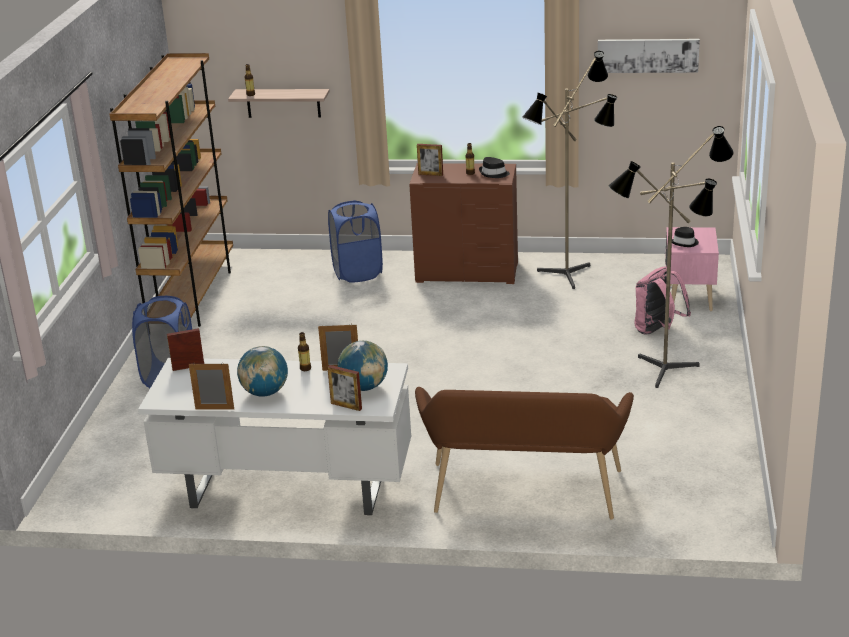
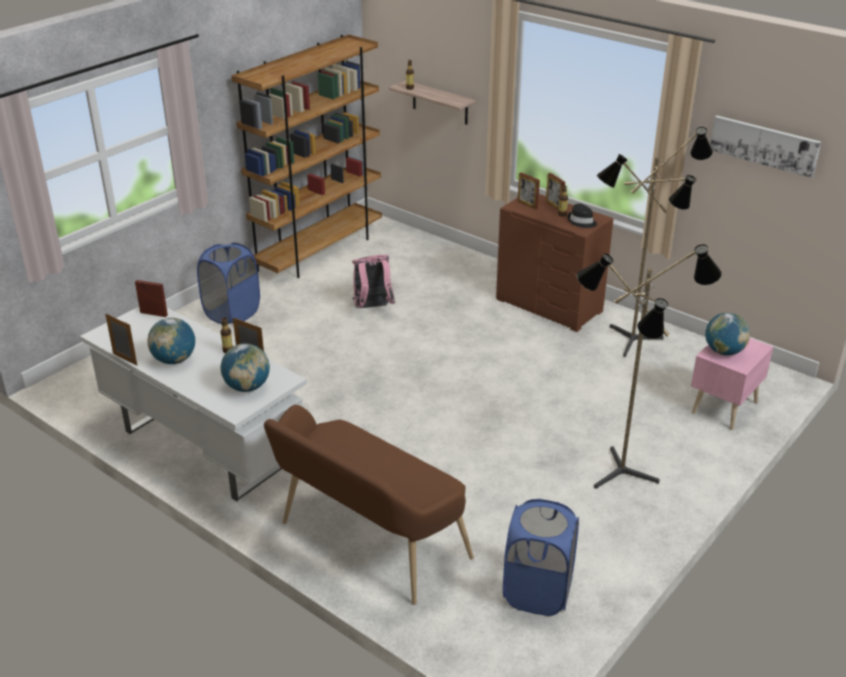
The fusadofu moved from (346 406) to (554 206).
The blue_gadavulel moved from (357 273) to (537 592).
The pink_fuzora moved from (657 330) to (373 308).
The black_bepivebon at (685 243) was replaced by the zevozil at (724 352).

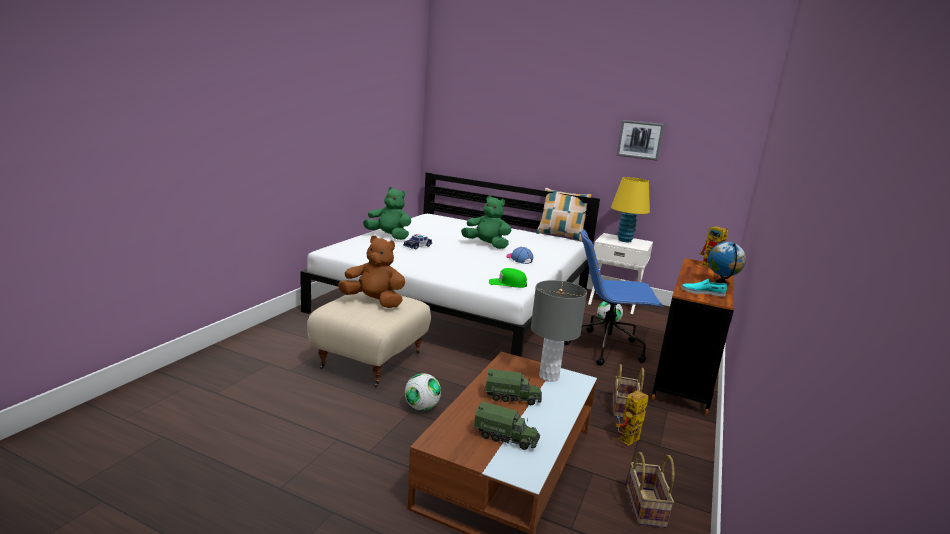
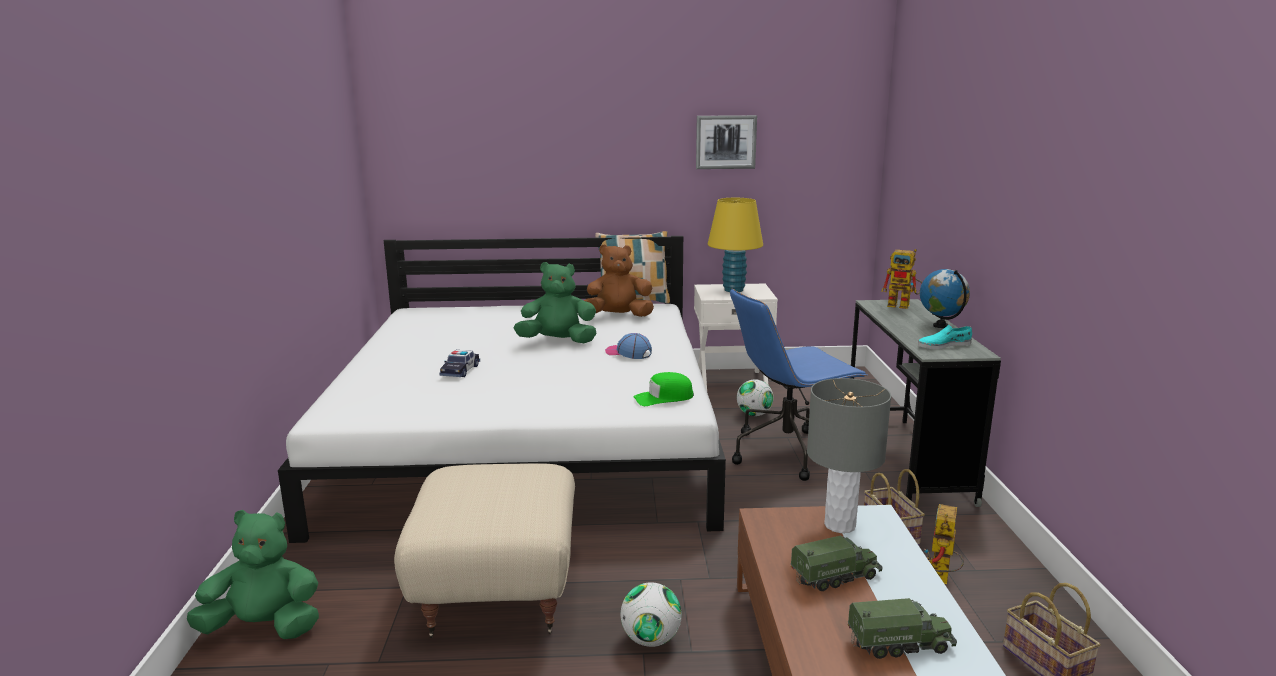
The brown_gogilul moved from (374 302) to (618 316).
The green_gogilul moved from (389 236) to (264 627).
The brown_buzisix at (684 376) became the grey_buzisix at (906 461).

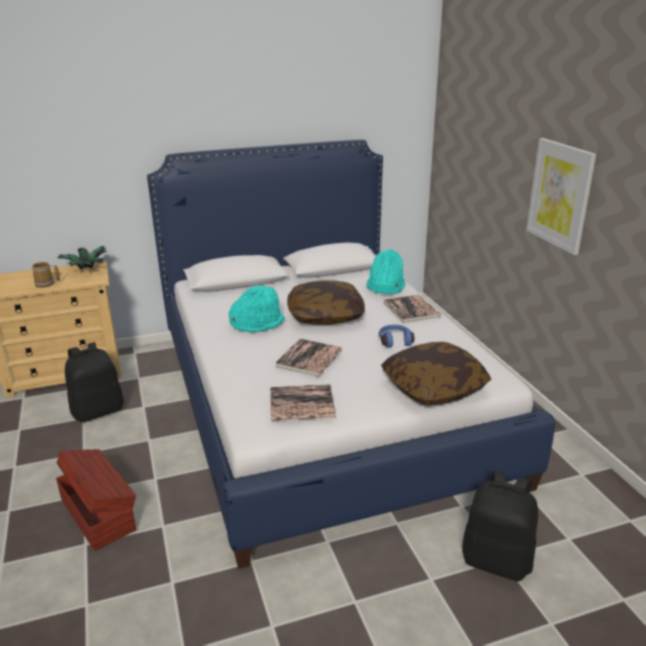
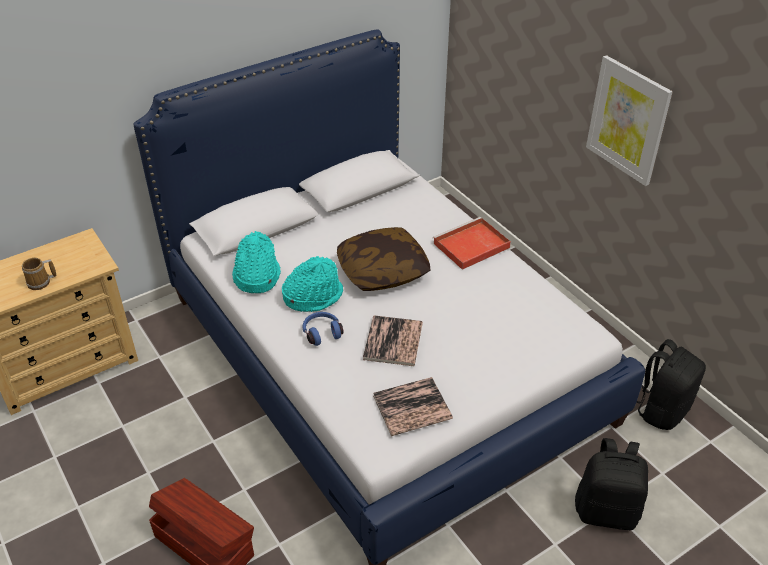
The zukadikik at (86 270) disappeared.
The black_fuzora moved from (98 411) to (661 409).
The turquoise_bepivebon moved from (385 286) to (256 276).
The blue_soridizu moved from (395 341) to (321 333).
The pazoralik at (434 387) disappeared.
The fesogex at (411 309) was replaced by the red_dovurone at (470 246).

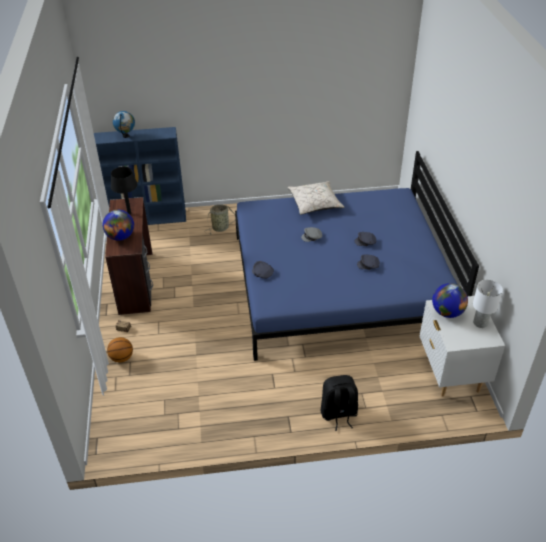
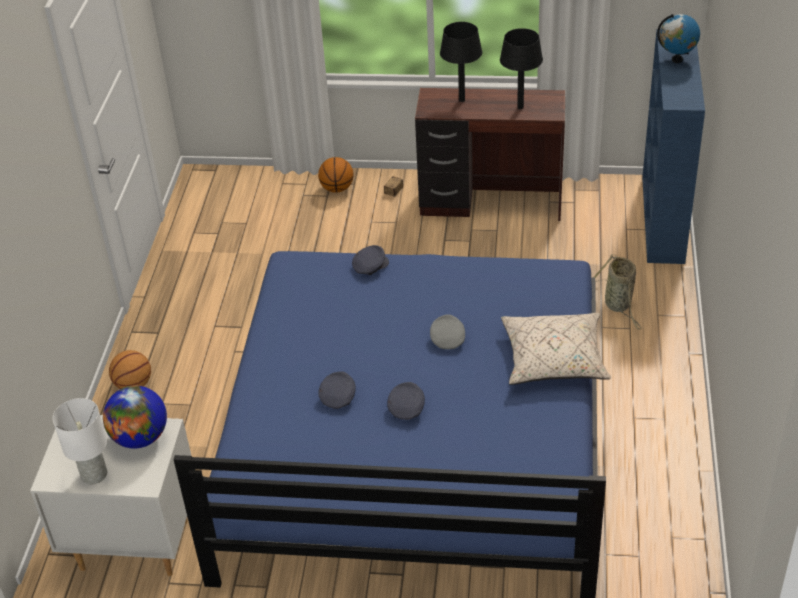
The zevozil at (120 237) was replaced by the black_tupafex at (461 100).
The black_fuzora at (338 414) was replaced by the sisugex at (133 385).

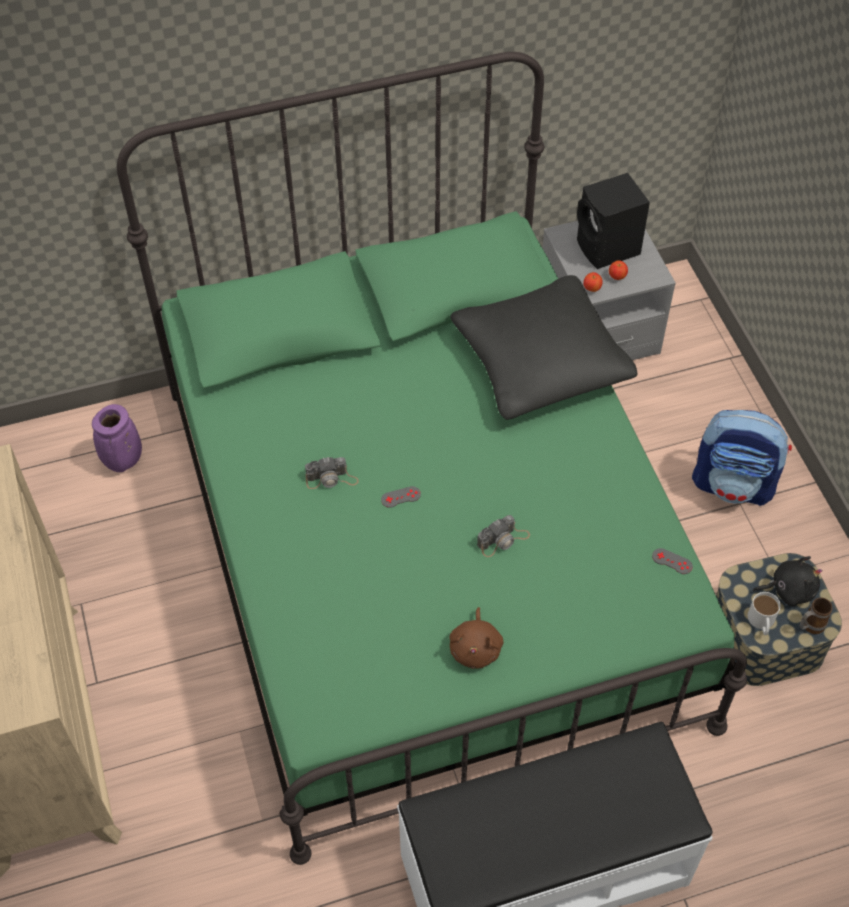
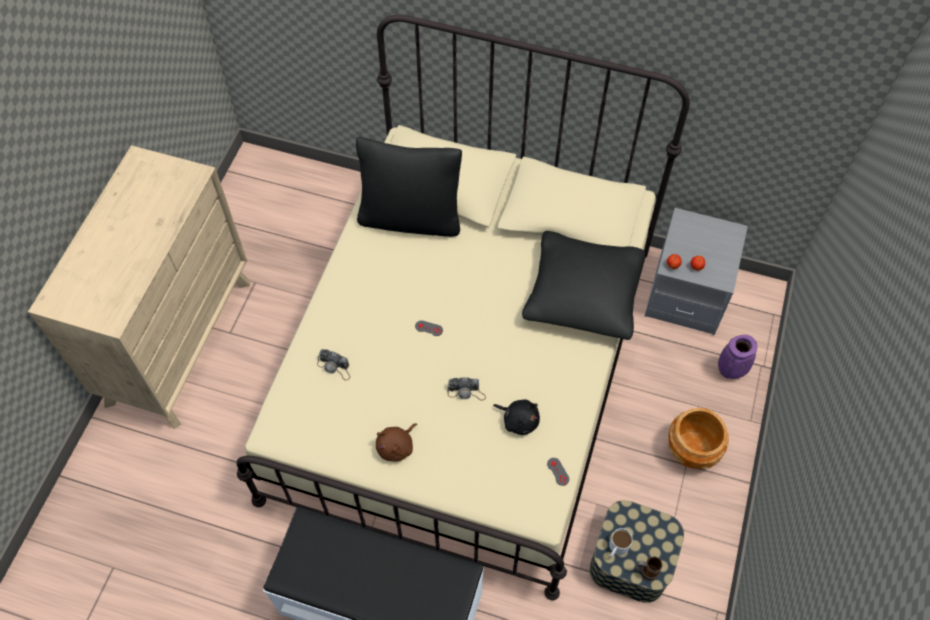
The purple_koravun moved from (123 462) to (730 371).
The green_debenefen at (425 549) became the beige_debenefen at (465 369).
The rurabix moved from (331 479) to (335 367).
The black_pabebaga at (608 249) disappeared.
The fuzora at (733 484) was replaced by the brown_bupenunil at (692 450).
The black_gogilul moved from (788 589) to (519 420).
The black_pazoralik at (411 218) appeared.

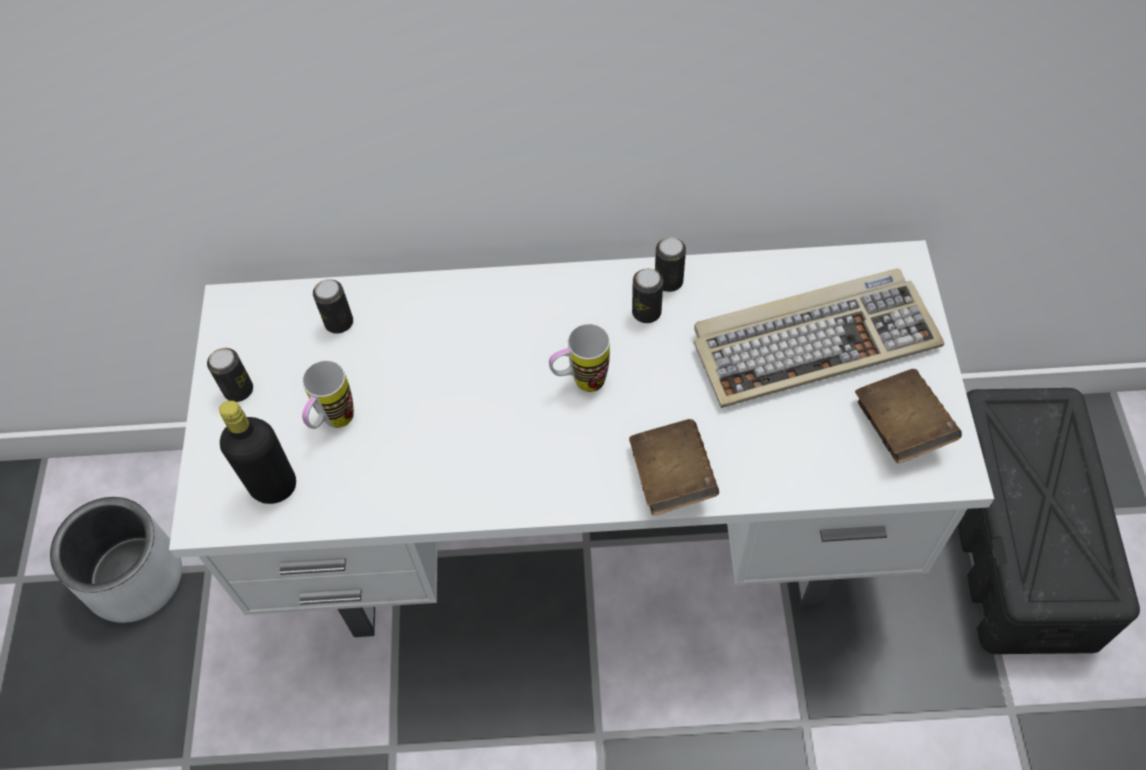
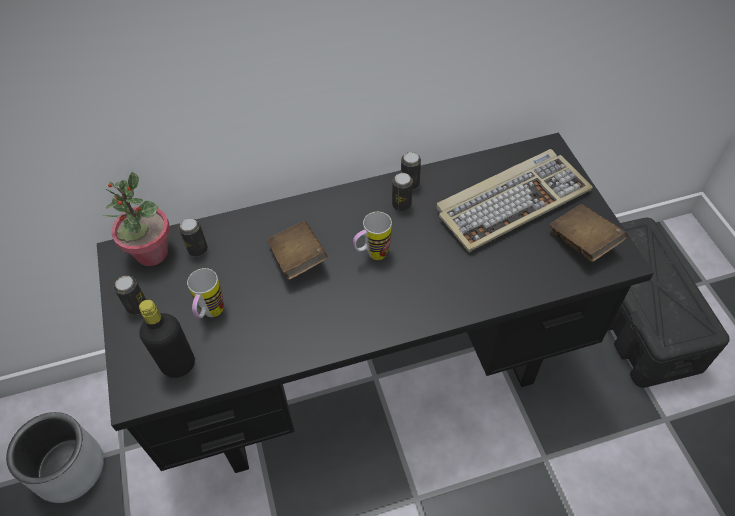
The white_buzisix at (584 537) became the black_buzisix at (372 373).
The brown_fesogex moved from (671 478) to (298 259).
The zukadikik at (151 253) appeared.

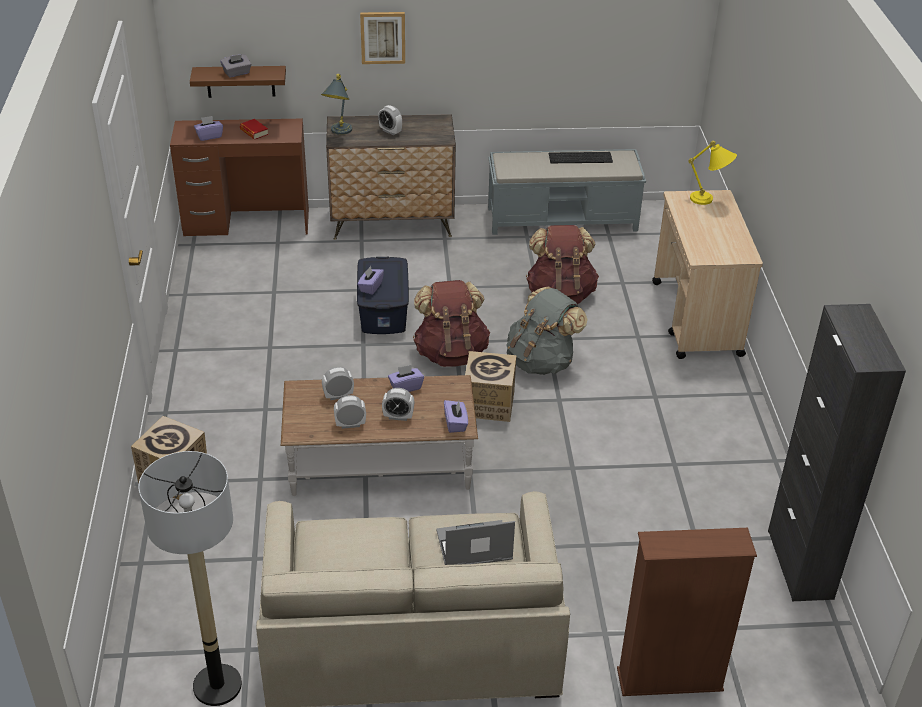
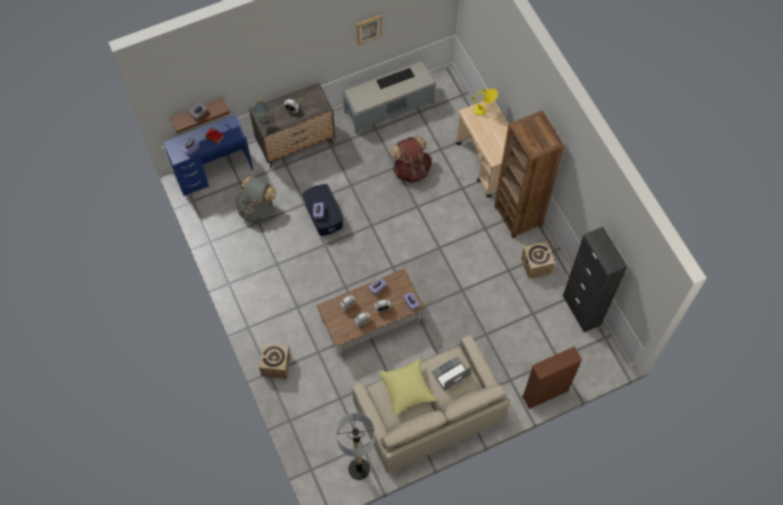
The brown_buzisix at (247 222) became the blue_buzisix at (214 172).
The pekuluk moved from (383 37) to (368 29).
The brown_fuzora at (451 353) disappeared.
The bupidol moved from (488 404) to (536 265).
The grey_fuzora moved from (541 361) to (257 209).
The yellow_pazoralik at (407 390) appeared.
The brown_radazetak at (518 215) appeared.

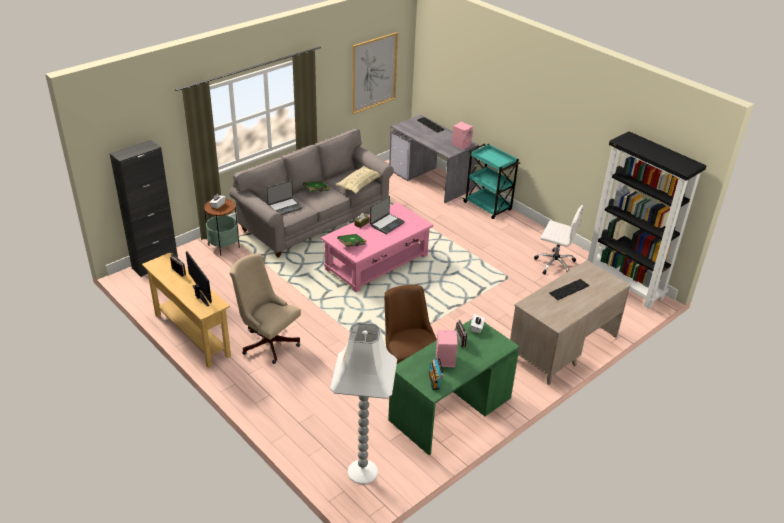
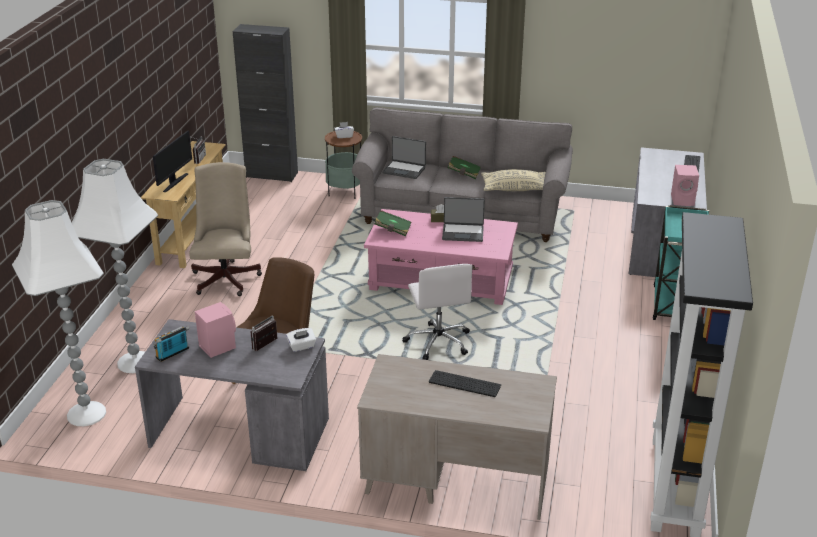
The pekuluk at (374 73) disappeared.
The green_buzisix at (450 410) became the grey_buzisix at (238 433).
The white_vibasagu moved from (554 263) to (438 342).
The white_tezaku at (135 362) appeared.

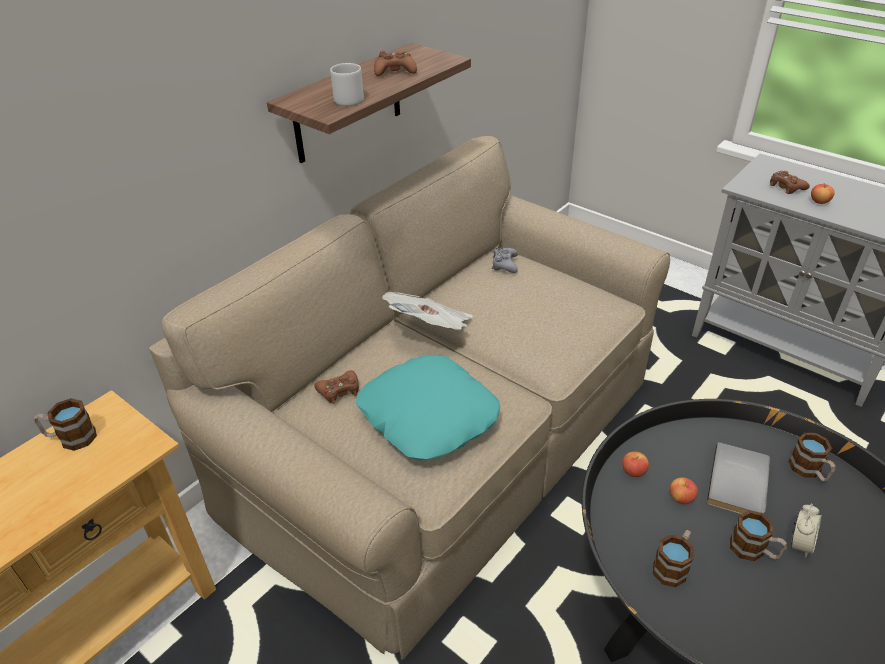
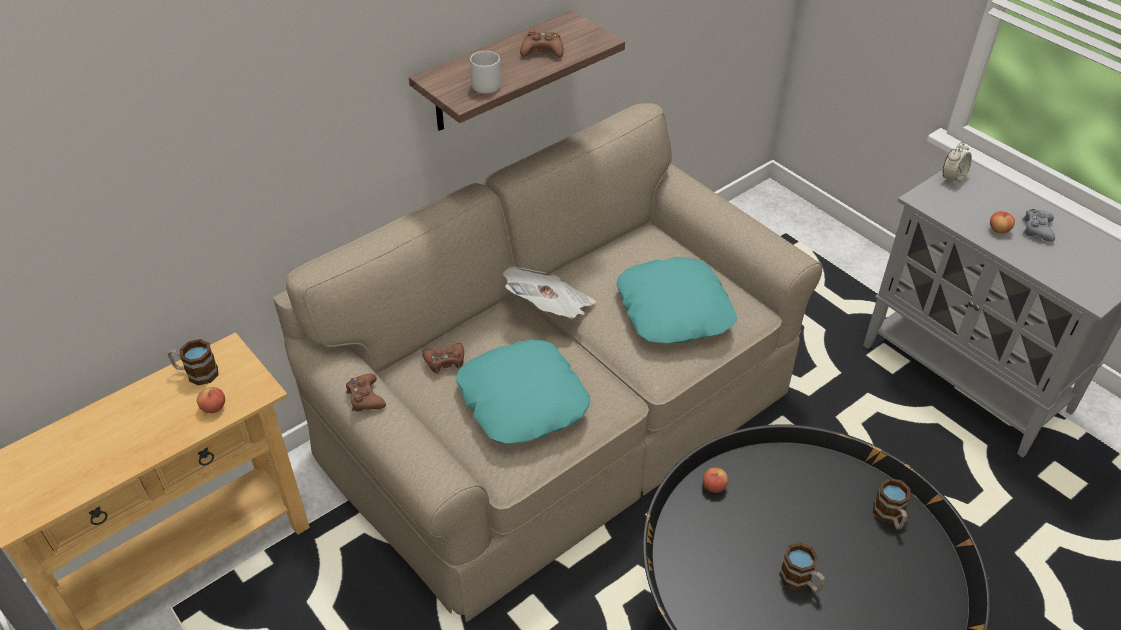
The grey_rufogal moved from (504 264) to (1037 229).
The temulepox at (672 566) disappeared.
The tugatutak moved from (681 498) to (214 407).
The grey_fesogex at (740 483) disappeared.
The brown_rufogal moved from (786 187) to (365 398).
The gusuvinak moved from (800 544) to (952 178).
The turquoise_pazoralik at (675 310) appeared.

